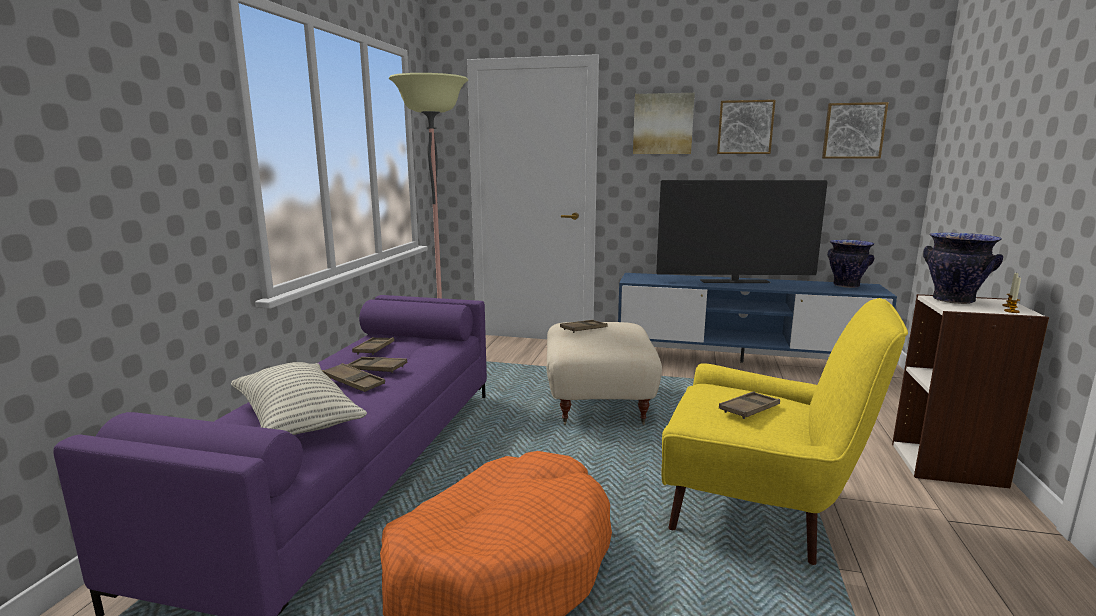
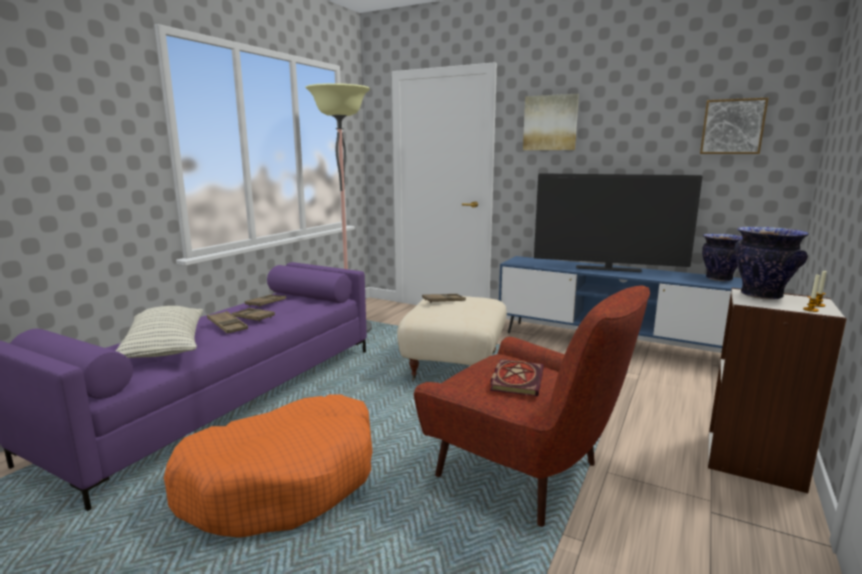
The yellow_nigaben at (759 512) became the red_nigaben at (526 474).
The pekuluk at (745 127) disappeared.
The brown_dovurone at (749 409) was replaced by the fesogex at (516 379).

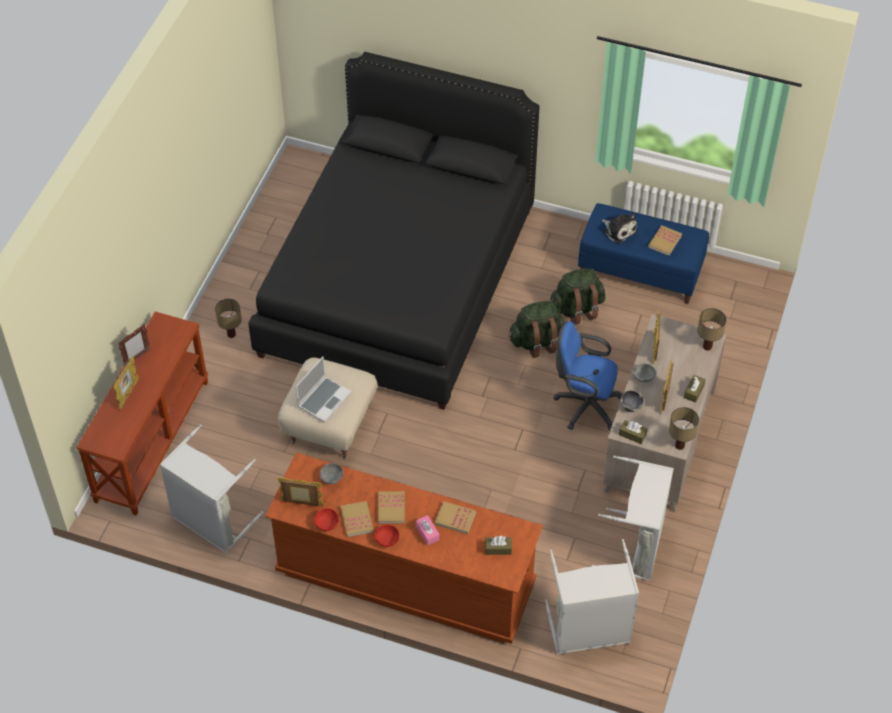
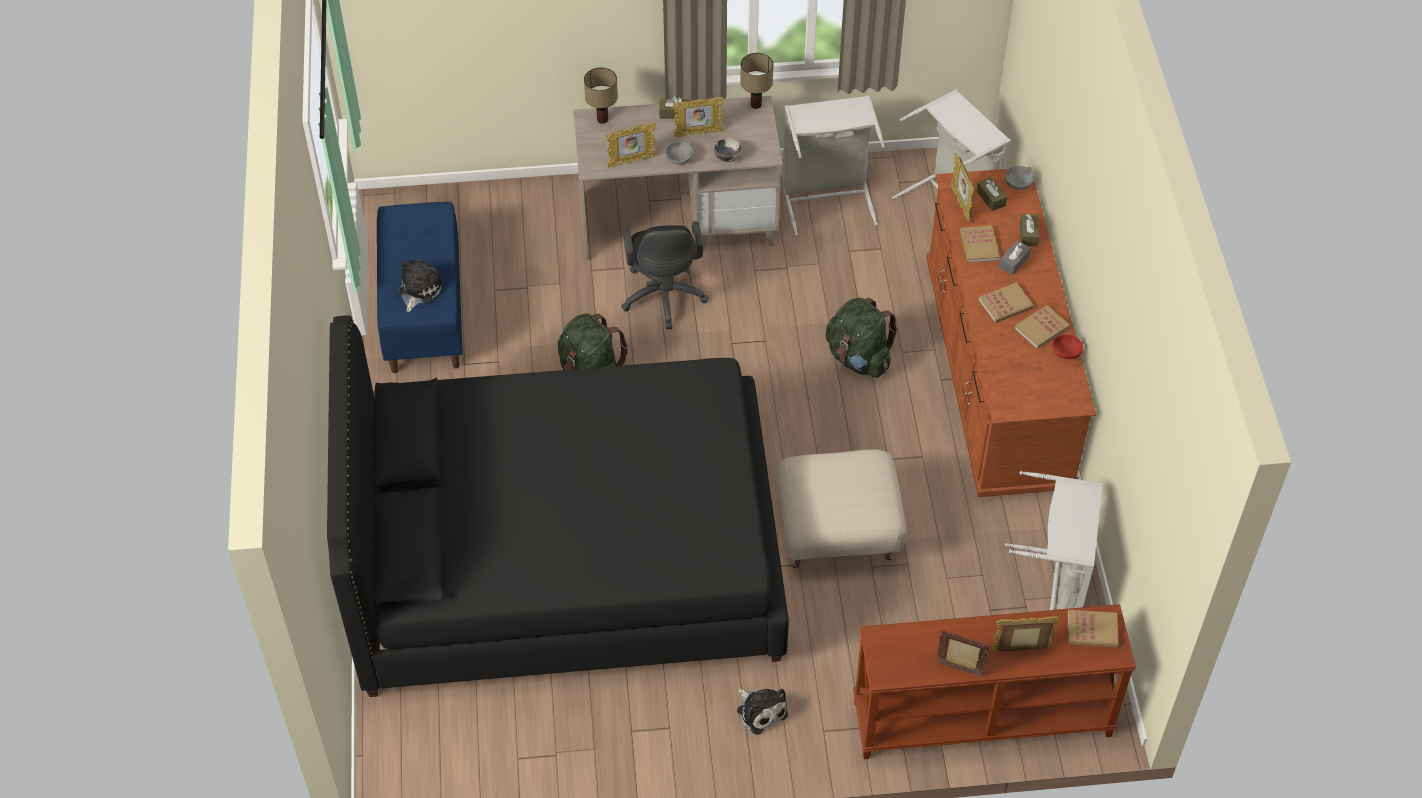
The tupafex at (232 334) was replaced by the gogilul at (760 710).
The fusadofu moved from (301 503) to (960 204).
The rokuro at (324 399) disappeared.
The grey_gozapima moved from (331 478) to (1018 184).
The red_gozapima at (387 540) disappeared.
The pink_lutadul at (427 533) became the grey_lutadul at (1014 262).
The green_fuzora moved from (577 309) to (858 358).
The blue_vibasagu at (584 405) became the black_vibasagu at (664 299).
The brown_lutadul moved from (632 435) to (1028 234).
The fesogex moved from (664 241) to (1092 630).

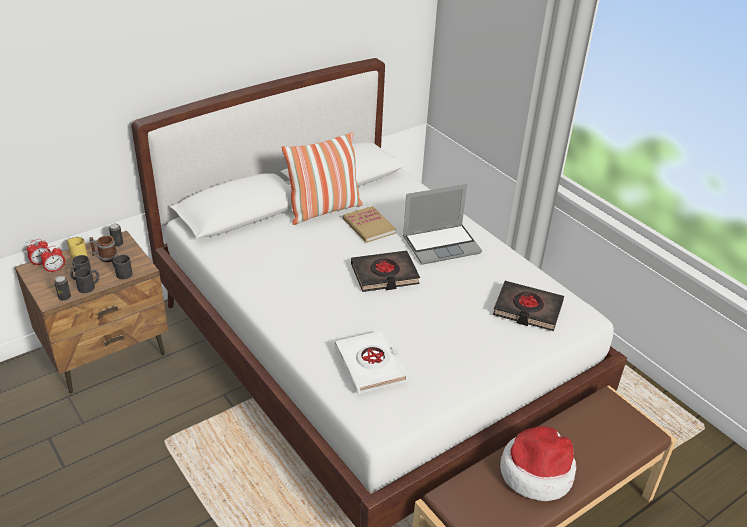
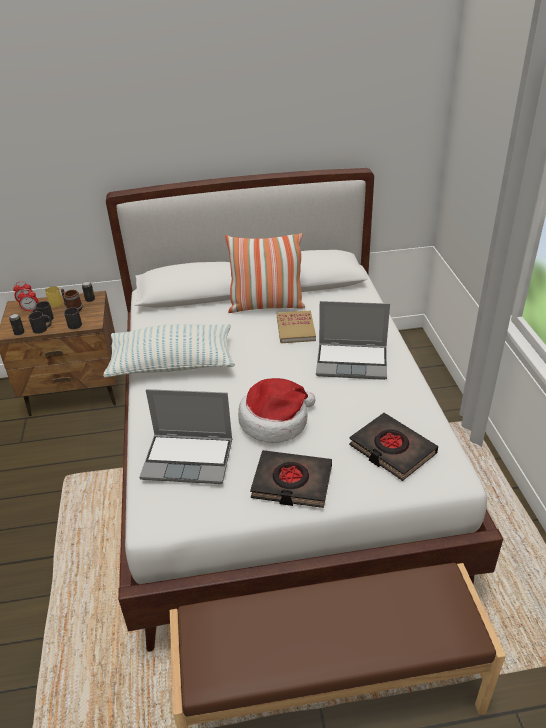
The white_fesogex at (371 365) was replaced by the rokuro at (189 459).
The black_fesogex moved from (384 275) to (291 483).
The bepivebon moved from (536 472) to (275 421).
The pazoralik at (172 364) appeared.

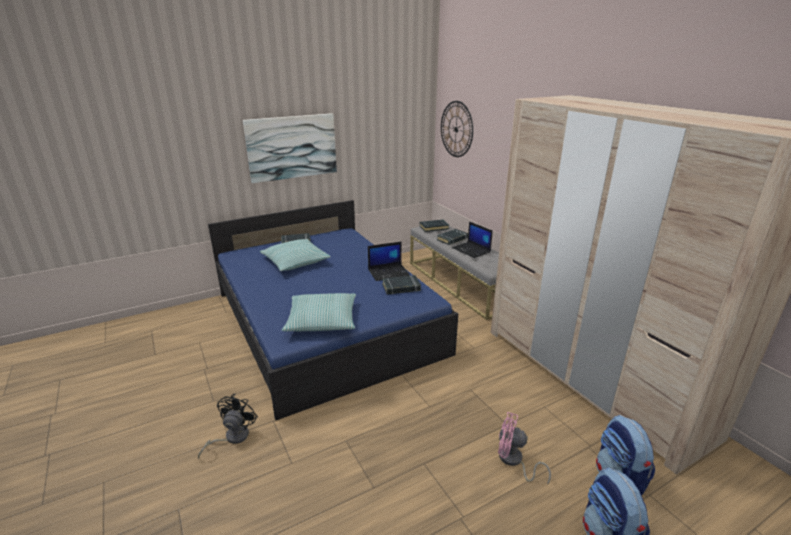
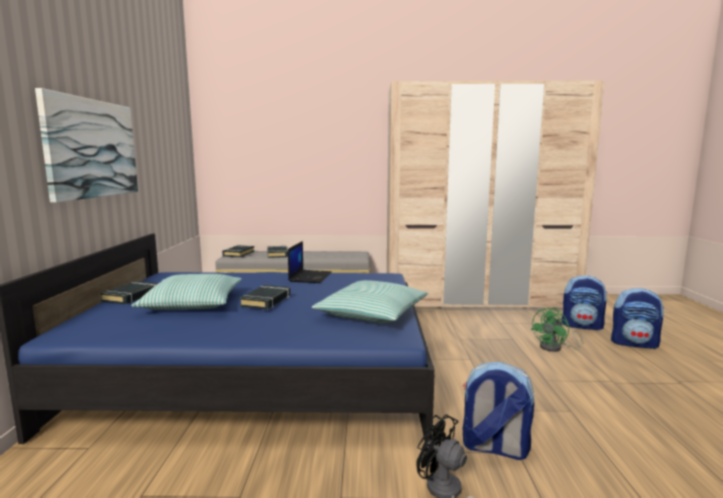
The black_fesogex moved from (401 287) to (266 301).
The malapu at (456 129) disappeared.
The rokuro at (471 250) disappeared.
The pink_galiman at (513 461) became the green_galiman at (555 348).
The fuzora at (494 448) appeared.

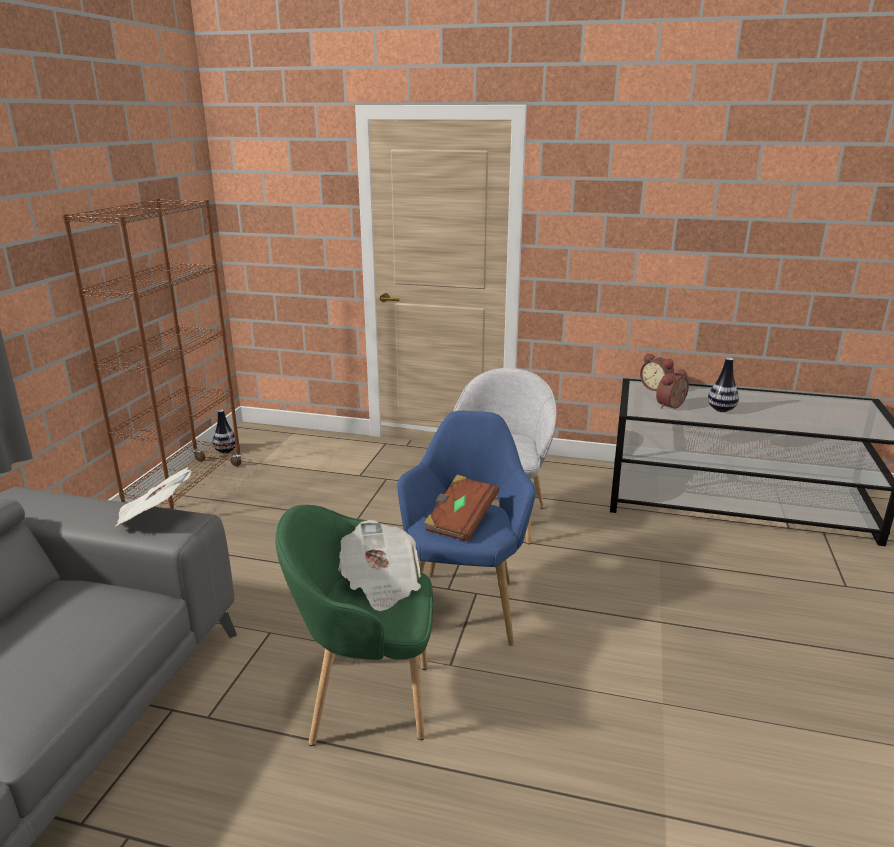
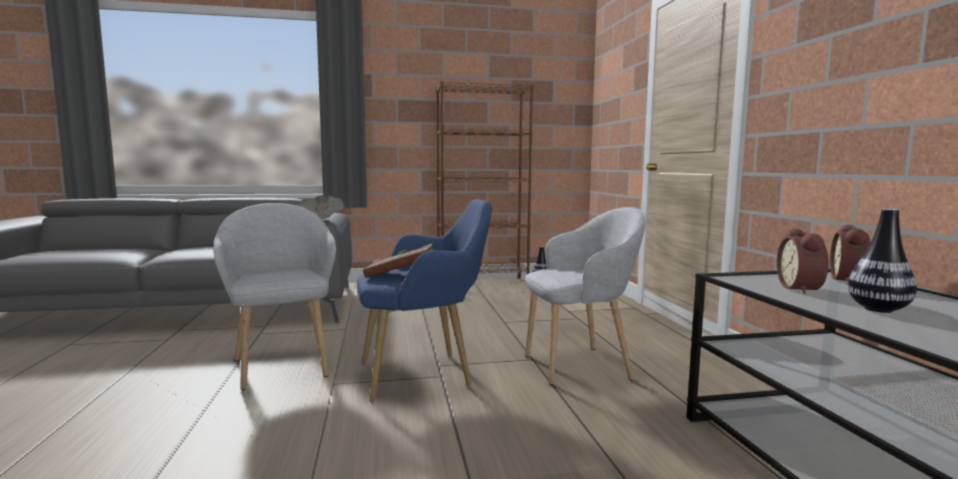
The green_nigaben at (365 700) became the grey_nigaben at (283 365).
The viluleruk at (381 584) disappeared.
The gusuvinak at (672 406) turned 105 degrees counterclockwise.

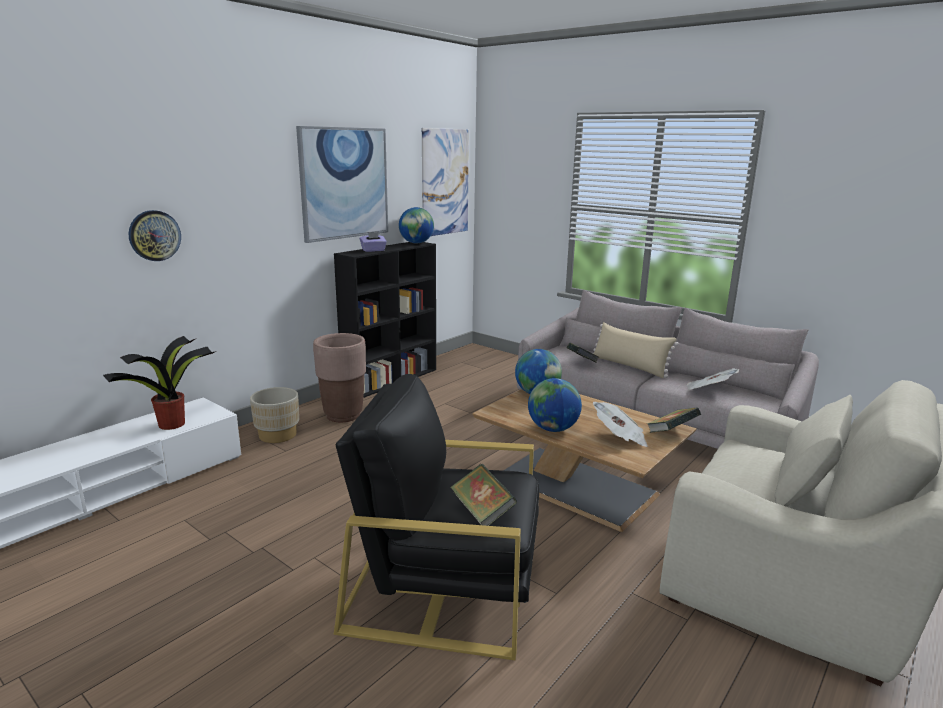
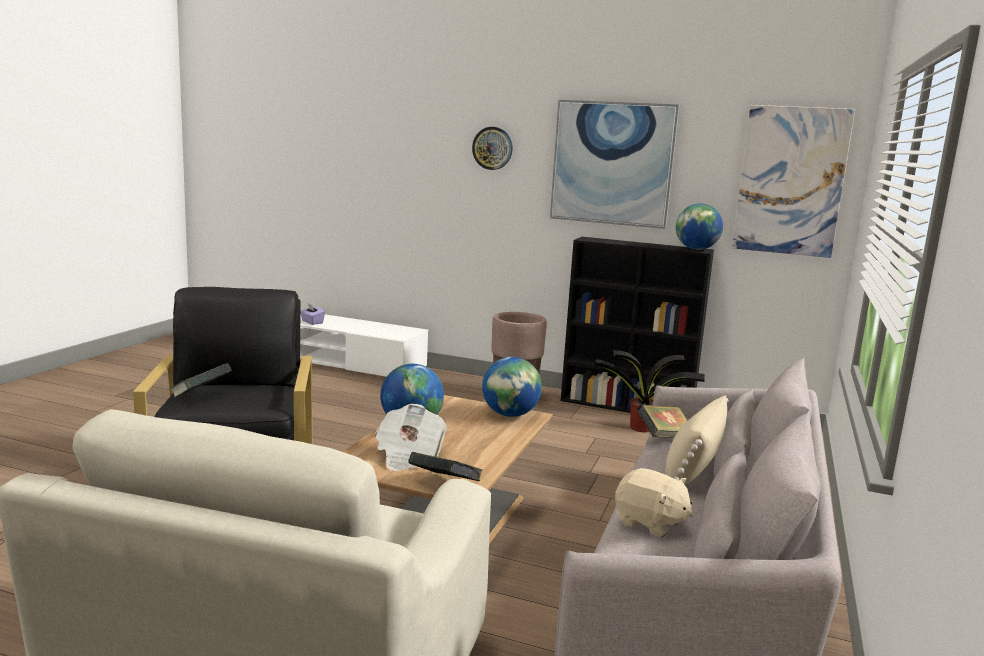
The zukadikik moved from (173 423) to (643 428).
The malapu moved from (154 235) to (492 148).
The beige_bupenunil at (277 435) disappeared.
The purple_lutadul moved from (373 250) to (312 322).
The viluleruk at (708 391) was replaced by the beige_gogilul at (650 523).

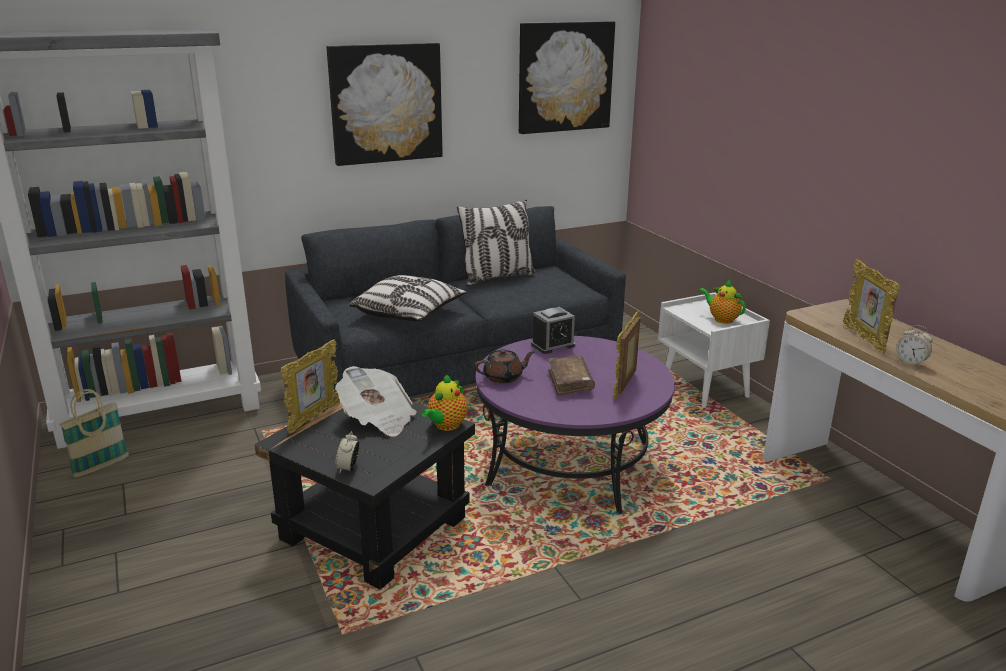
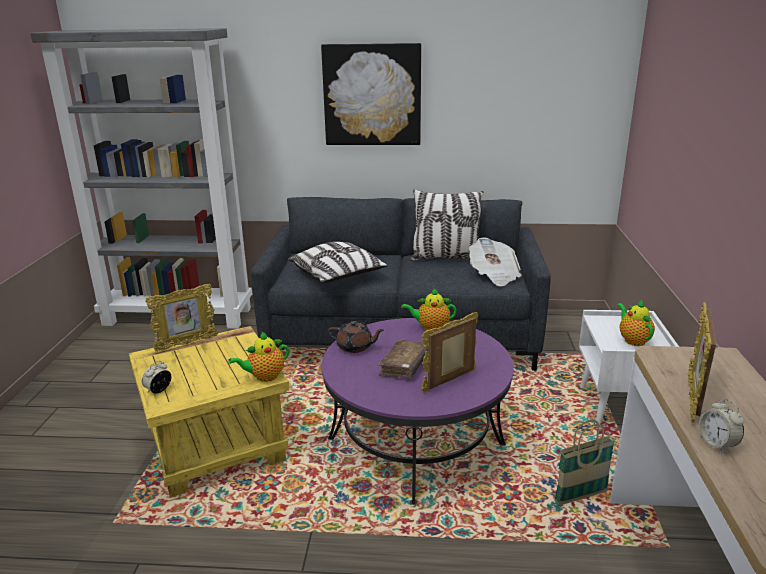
The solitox moved from (101 466) to (580 497).
The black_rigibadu at (374 527) became the yellow_rigibadu at (217 445).
The viluleruk moved from (377 419) to (494 275).
The pekuluk at (564 77) disappeared.
The gusuvinak at (553 345) was replaced by the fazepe at (431 328).

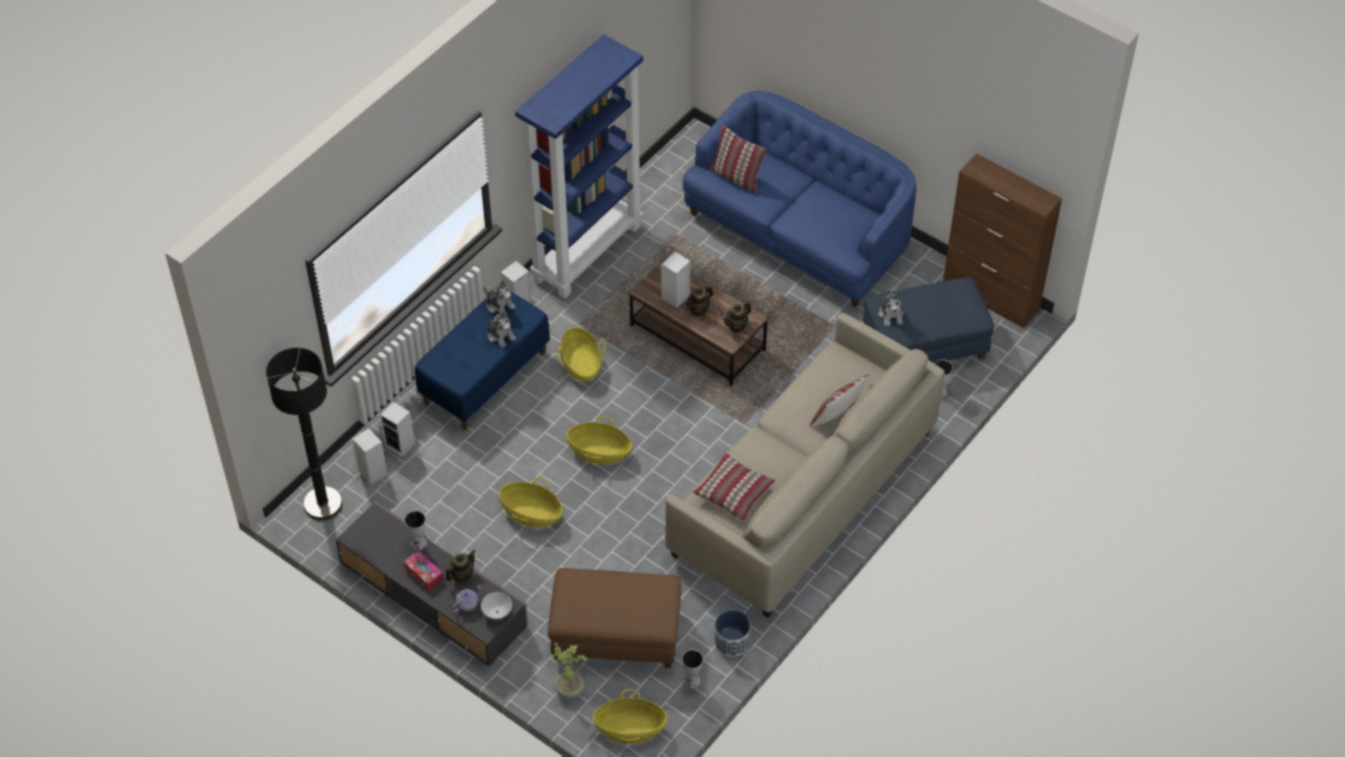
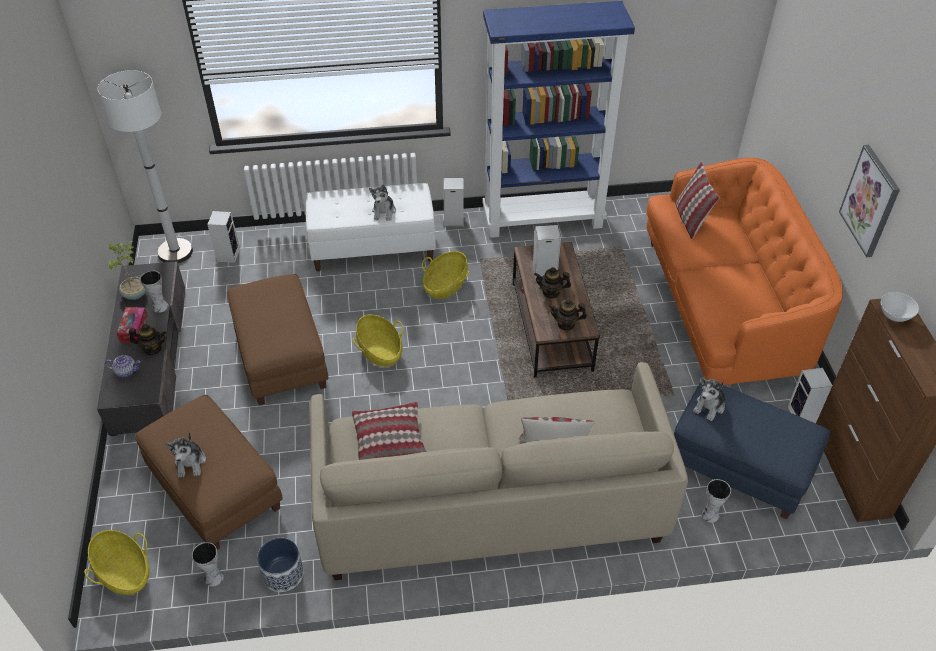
The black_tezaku at (323 504) became the white_tezaku at (175 252).
The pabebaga moved from (401 445) to (803 415).
The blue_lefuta at (485 377) became the white_lefuta at (373 248).
The white_gozapima moved from (497 612) to (894 316).
The gogilul moved from (500 305) to (190 462).
The solitox at (532 513) was replaced by the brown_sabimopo at (281 356).
The zukadikik moved from (570 689) to (136 294).
The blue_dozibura at (799 233) became the orange_dozibura at (724 308).
The pekuluk at (870 201) appeared.

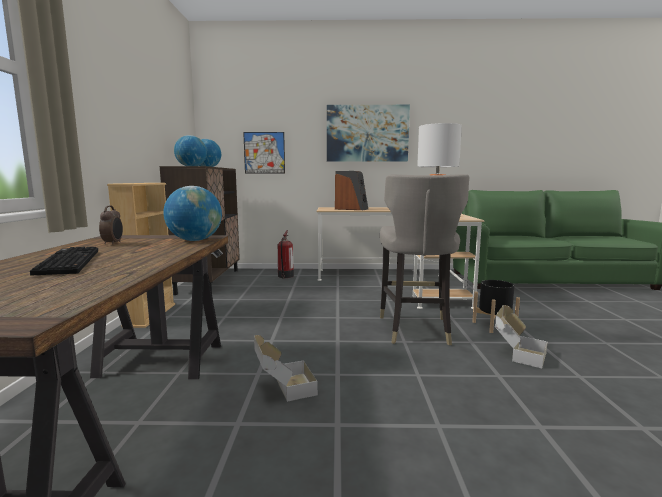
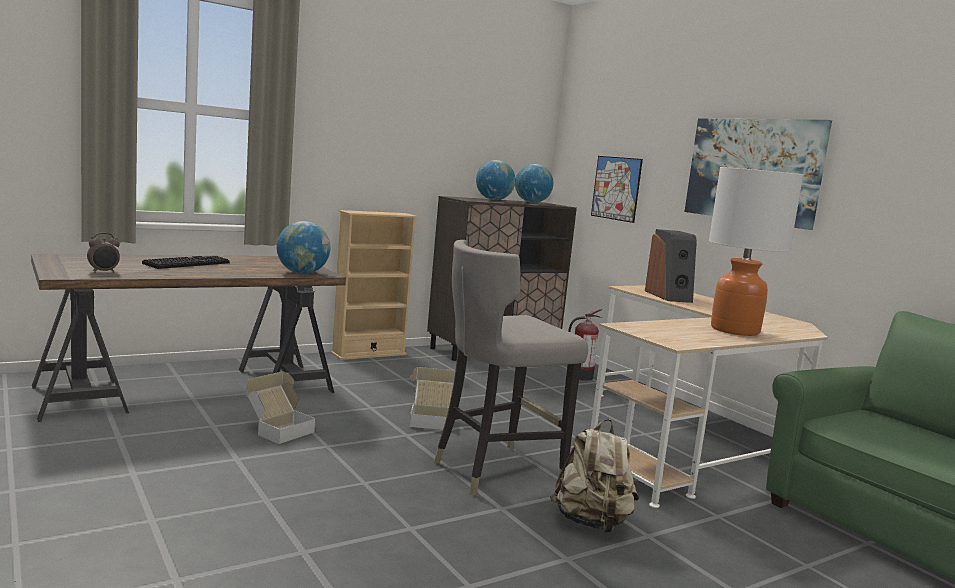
The gusuvinak moved from (113 243) to (104 272).
The black_bupenunil at (493 325) was replaced by the beige_fuzora at (592 523).
The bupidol moved from (517 354) to (432 419).

